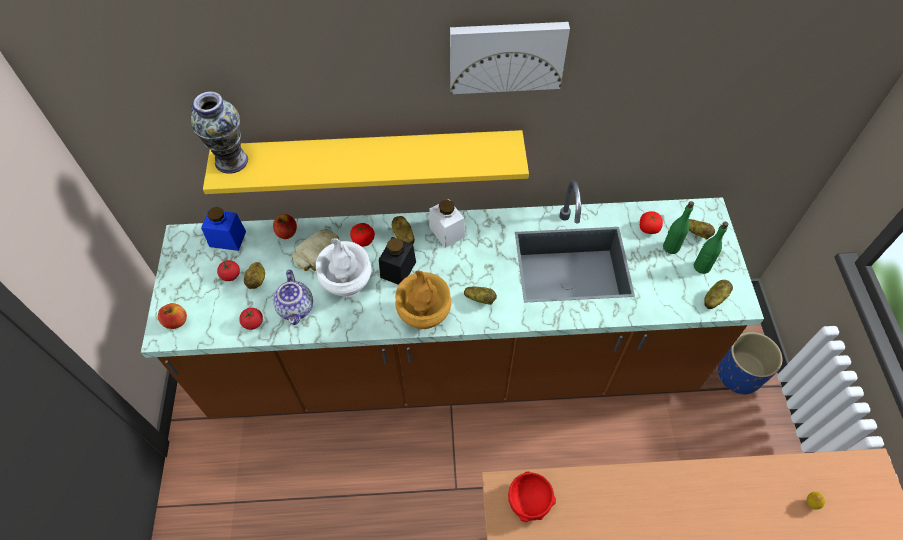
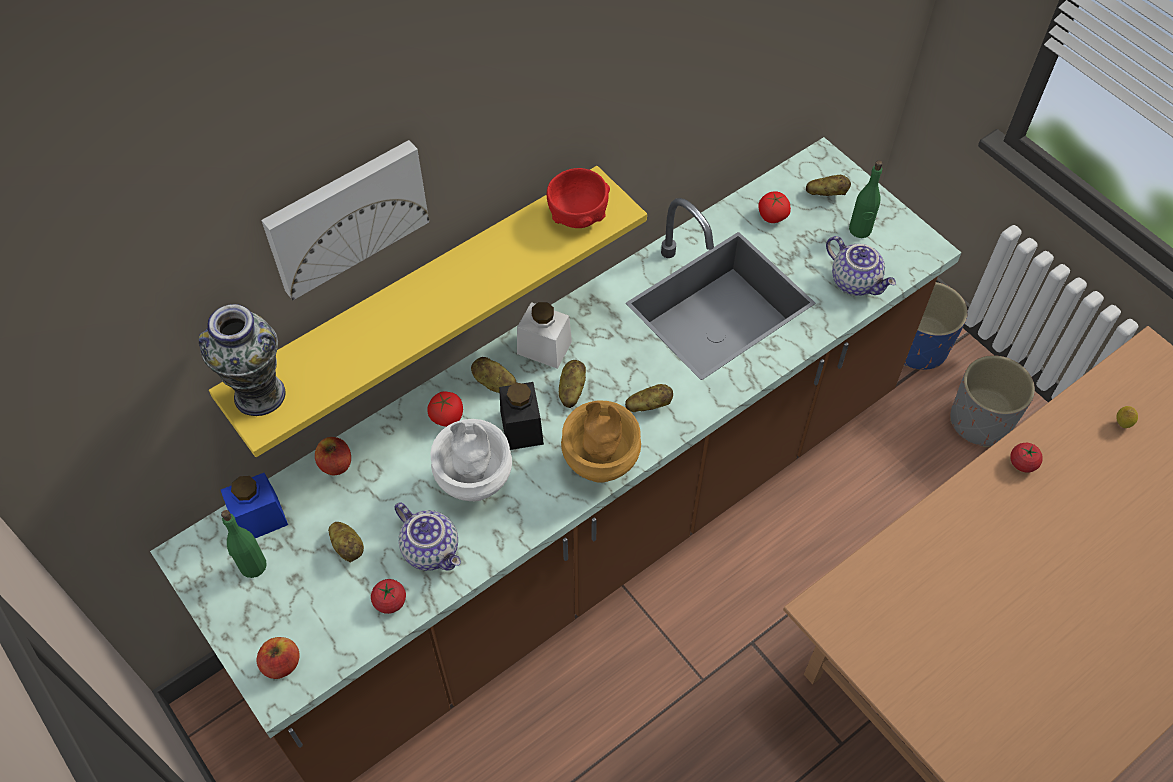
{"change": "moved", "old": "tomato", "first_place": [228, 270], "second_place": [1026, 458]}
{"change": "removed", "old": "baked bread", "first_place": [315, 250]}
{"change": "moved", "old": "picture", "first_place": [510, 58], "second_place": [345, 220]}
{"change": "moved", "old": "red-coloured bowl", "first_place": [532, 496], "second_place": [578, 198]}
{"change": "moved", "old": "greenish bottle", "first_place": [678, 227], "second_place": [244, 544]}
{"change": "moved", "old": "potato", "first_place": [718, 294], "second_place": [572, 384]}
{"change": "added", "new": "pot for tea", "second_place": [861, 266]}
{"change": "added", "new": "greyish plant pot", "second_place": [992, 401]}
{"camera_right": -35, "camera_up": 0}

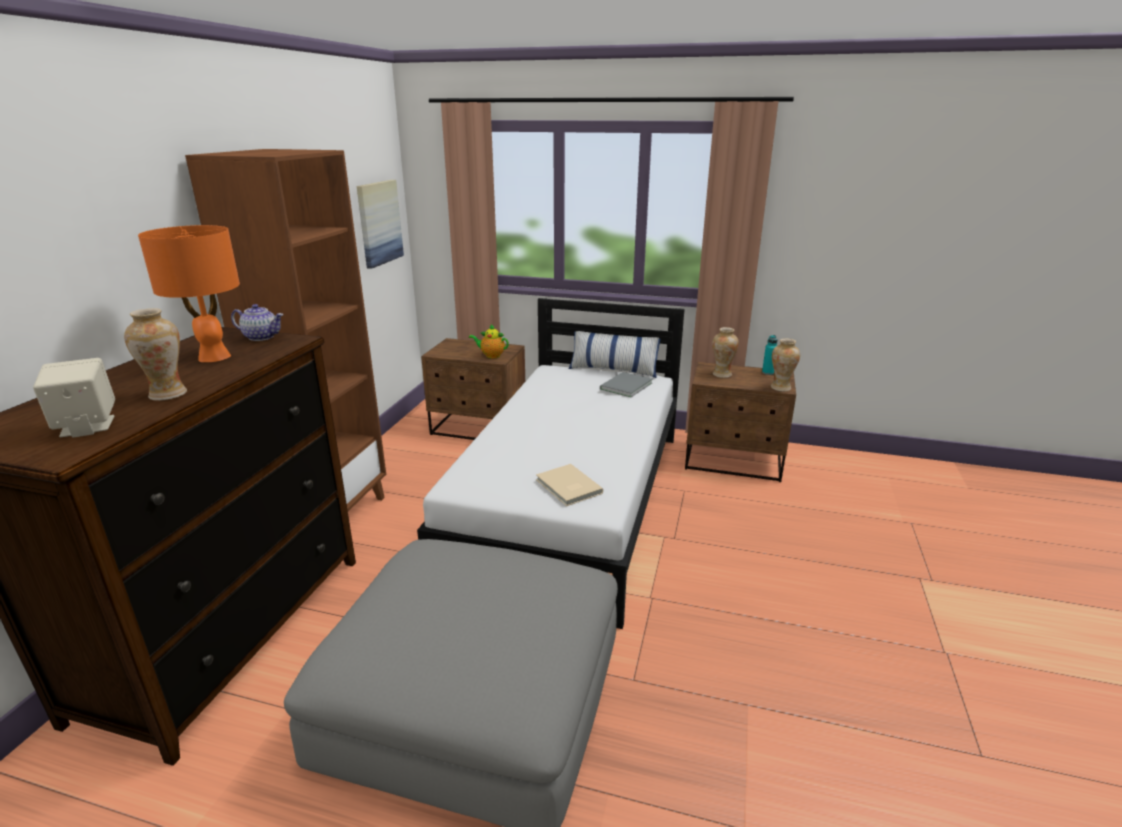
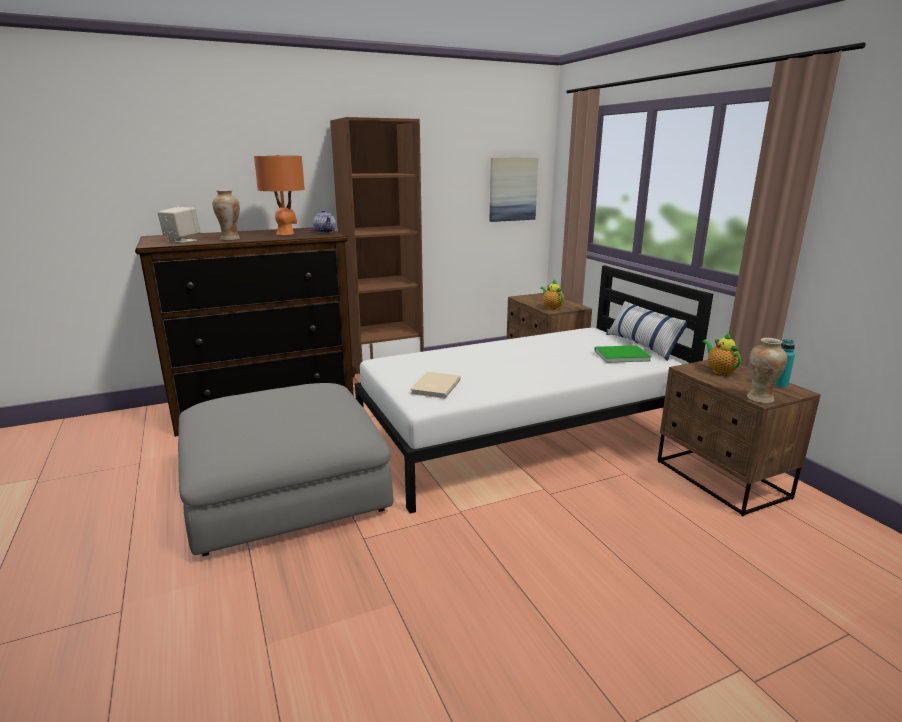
{"change": "recoloured", "old": "greyish bound book", "new": "greenish bound book", "first_place": [626, 384], "second_place": [623, 354]}
{"change": "replaced", "old": "decorative vase", "new": "pot for tea", "first_place": [725, 352], "second_place": [721, 354]}
{"camera_right": 50, "camera_up": -5}

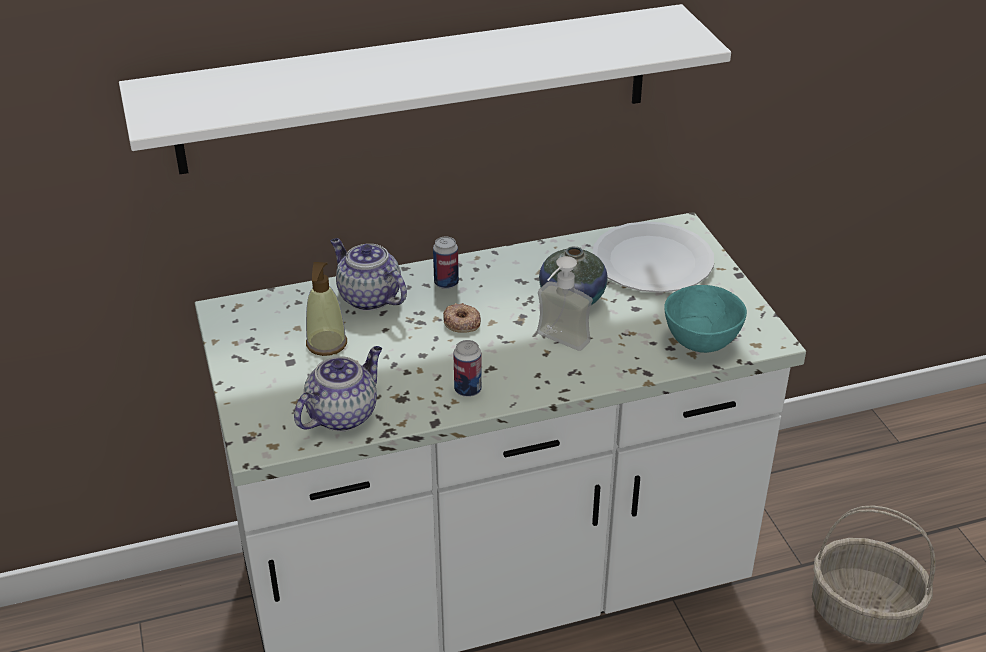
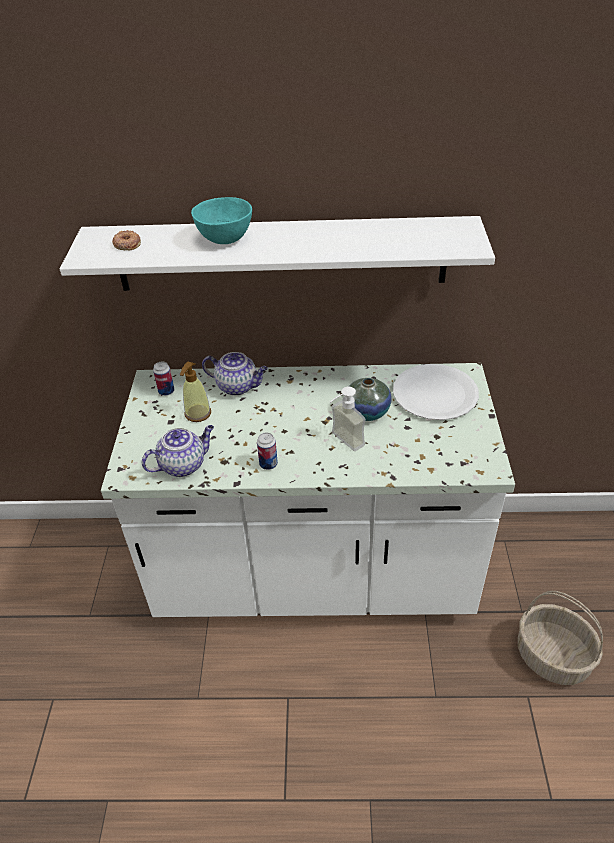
{"change": "turned", "old": "pot for tea", "first_place": [368, 274], "second_place": [235, 374], "degrees": 135}
{"change": "moved", "old": "metal can", "first_place": [446, 263], "second_place": [163, 379]}
{"change": "moved", "old": "doughnut", "first_place": [462, 318], "second_place": [126, 240]}
{"change": "moved", "old": "blue-green bowl", "first_place": [705, 319], "second_place": [221, 220]}
{"camera_right": 20, "camera_up": 5}

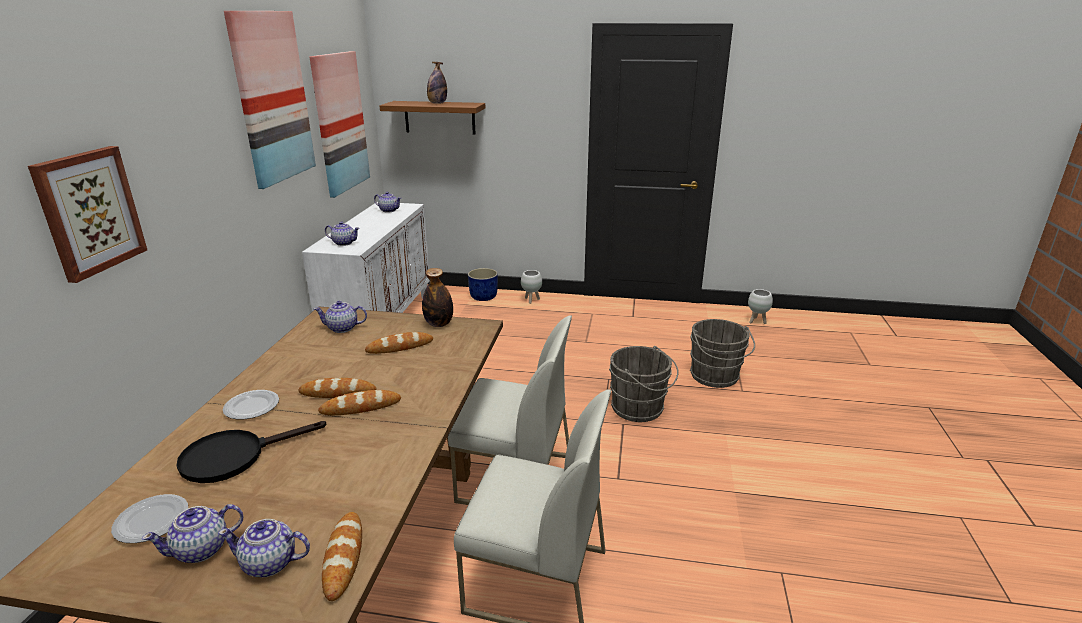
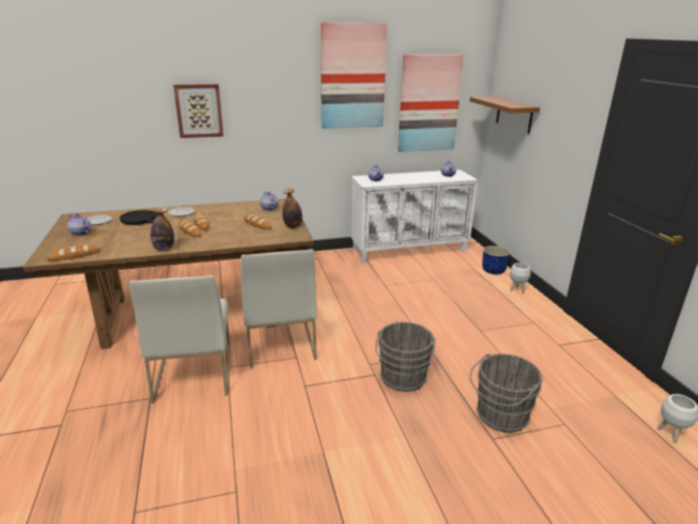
{"change": "removed", "old": "pot for tea", "first_place": [264, 548]}
{"change": "moved", "old": "bottle", "first_place": [437, 83], "second_place": [162, 229]}
{"camera_right": 65, "camera_up": 0}

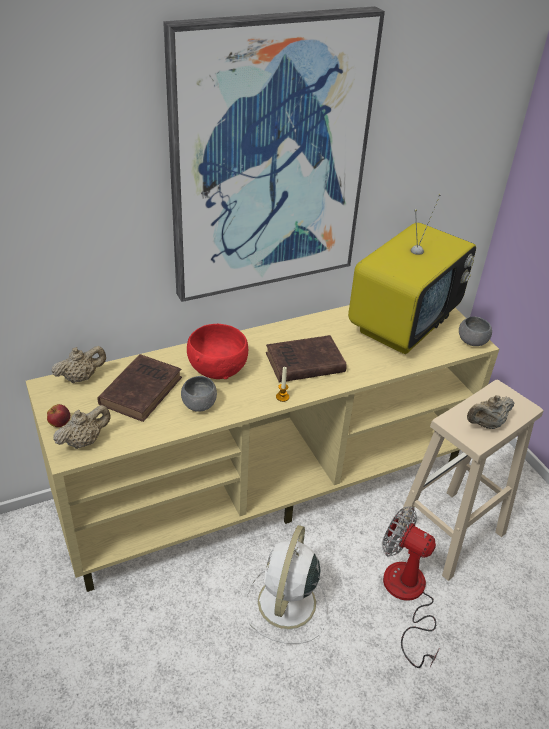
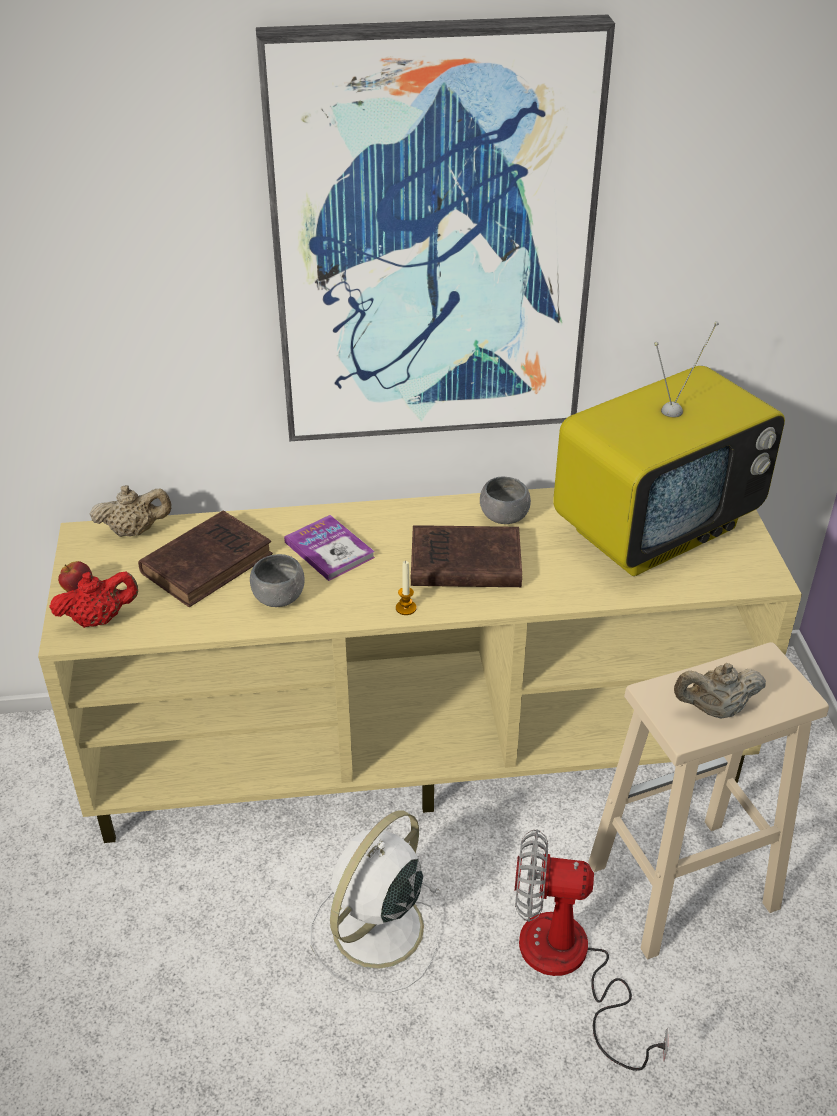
{"change": "recoloured", "old": "sand-coloured pot for tea", "new": "red-coloured pot for tea", "first_place": [82, 427], "second_place": [93, 599]}
{"change": "replaced", "old": "red-coloured bowl", "new": "bound book", "first_place": [217, 351], "second_place": [329, 548]}
{"change": "turned", "old": "cooling fan", "first_place": [410, 587], "second_place": [591, 950], "degrees": -45}
{"change": "moved", "old": "greyish bowl", "first_place": [475, 331], "second_place": [505, 500]}
{"camera_right": 20, "camera_up": 0}

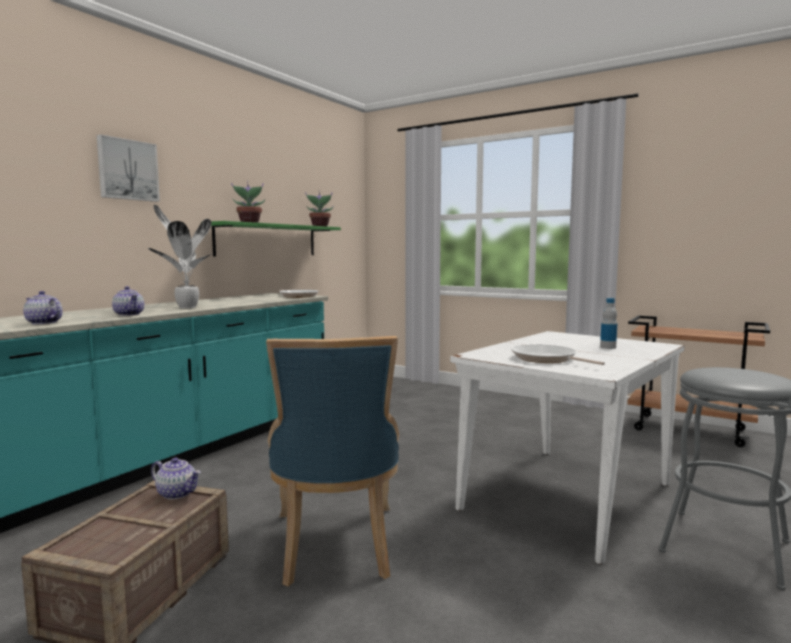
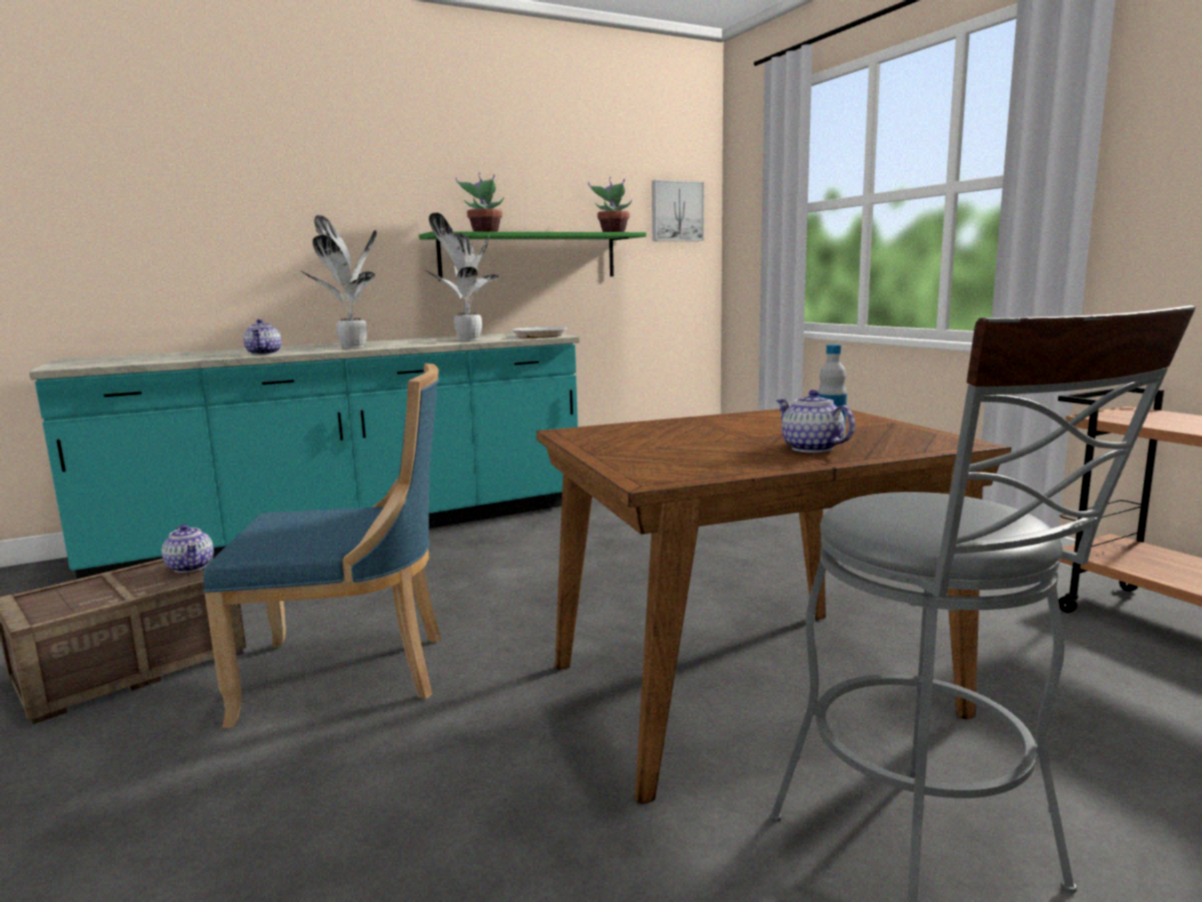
{"change": "moved", "old": "pot for tea", "first_place": [43, 307], "second_place": [815, 421]}
{"change": "moved", "old": "picture", "first_place": [128, 168], "second_place": [678, 210]}
{"change": "turned", "old": "bluish upright chair", "first_place": [332, 461], "second_place": [322, 545], "degrees": -120}
{"change": "recoloured", "old": "white dinner table", "new": "brown-coloured dinner table", "first_place": [567, 448], "second_place": [773, 606]}
{"change": "removed", "old": "frying pan", "first_place": [558, 355]}
{"change": "added", "new": "houseplant", "second_place": [462, 277]}
{"camera_right": 30, "camera_up": 5}

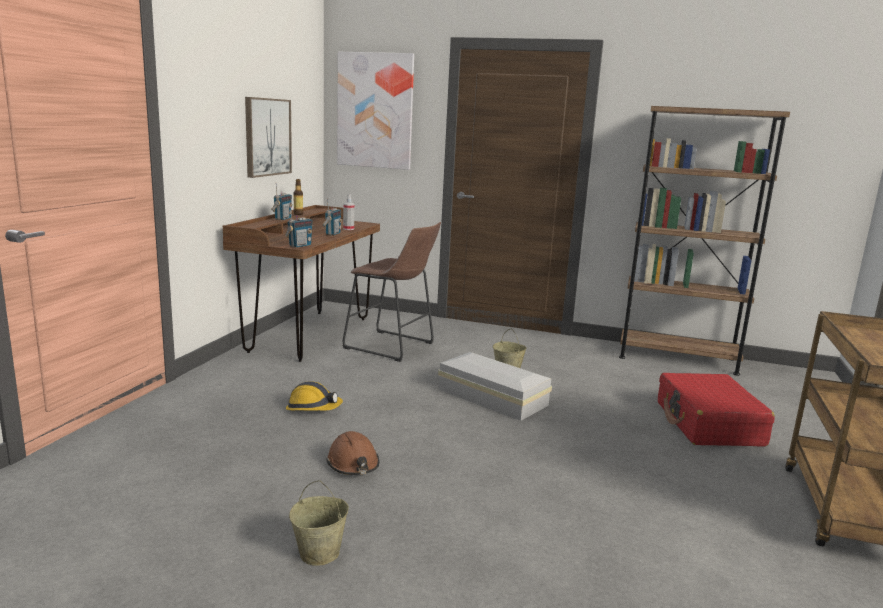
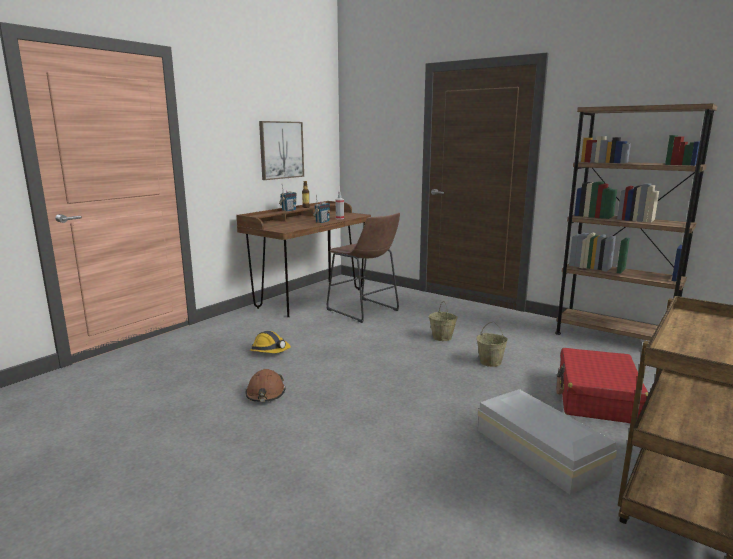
{"change": "removed", "old": "radio", "first_place": [299, 226]}
{"change": "moved", "old": "sand-coloured bucket", "first_place": [319, 523], "second_place": [492, 344]}
{"change": "removed", "old": "picture", "first_place": [375, 111]}
{"change": "moved", "old": "white storage container", "first_place": [495, 386], "second_place": [547, 442]}
{"camera_right": 20, "camera_up": 0}

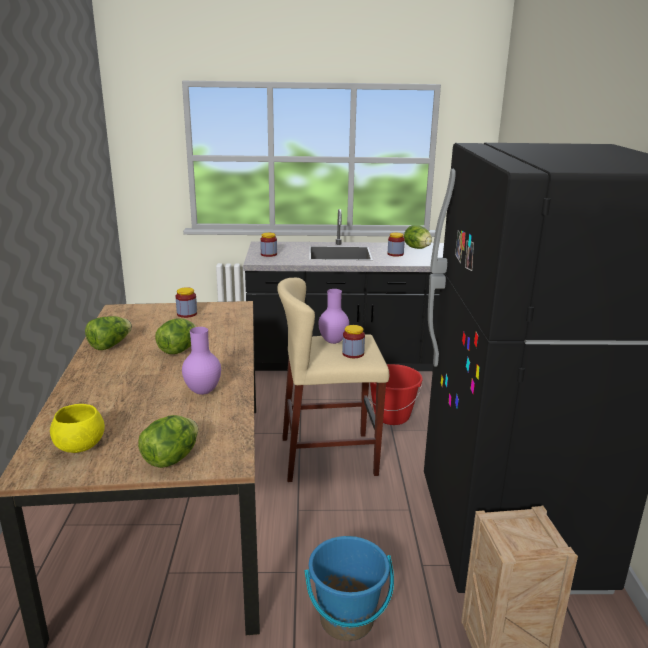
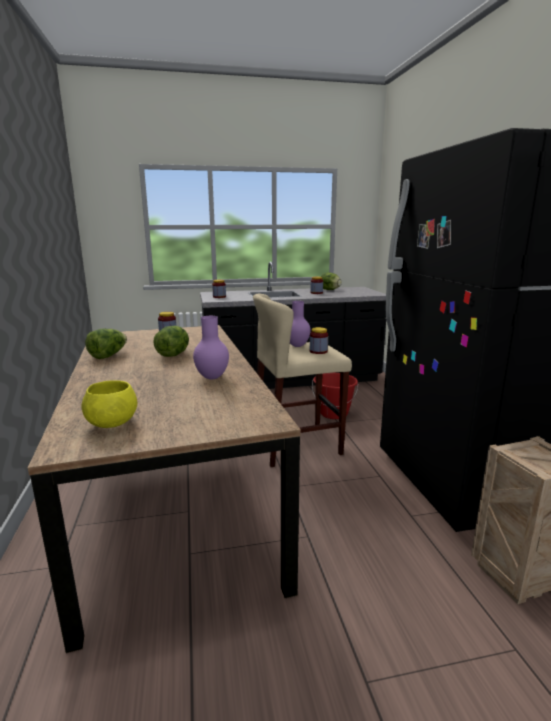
{"change": "removed", "old": "head of lettuce", "first_place": [168, 441]}
{"change": "removed", "old": "bluish bucket", "first_place": [349, 588]}
{"camera_right": -10, "camera_up": -5}

